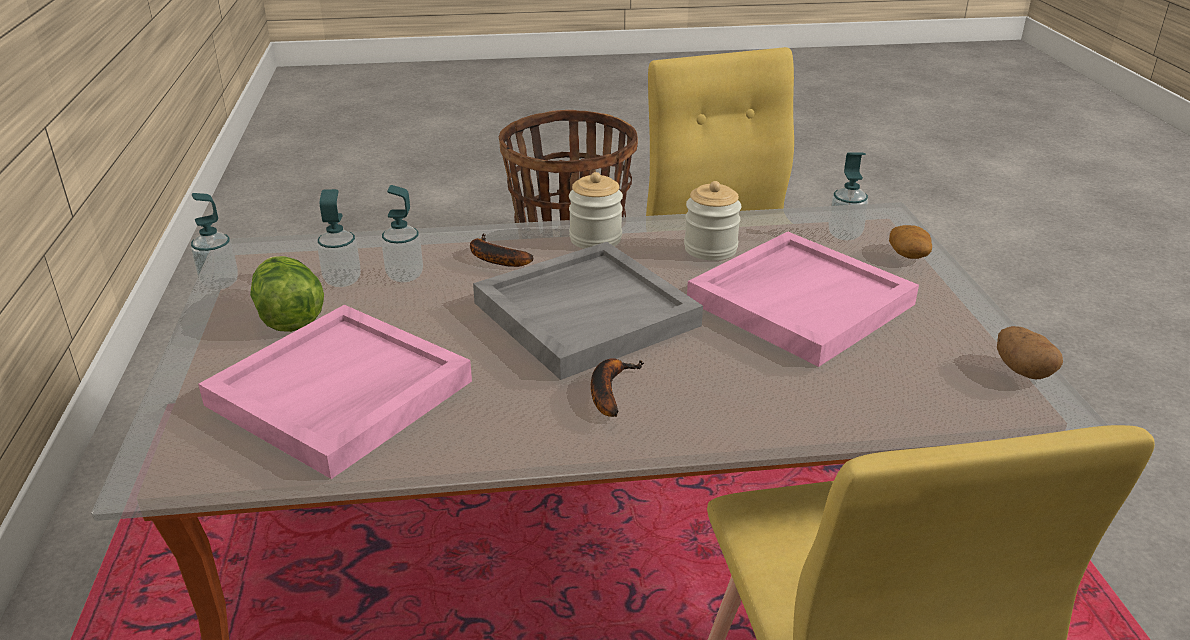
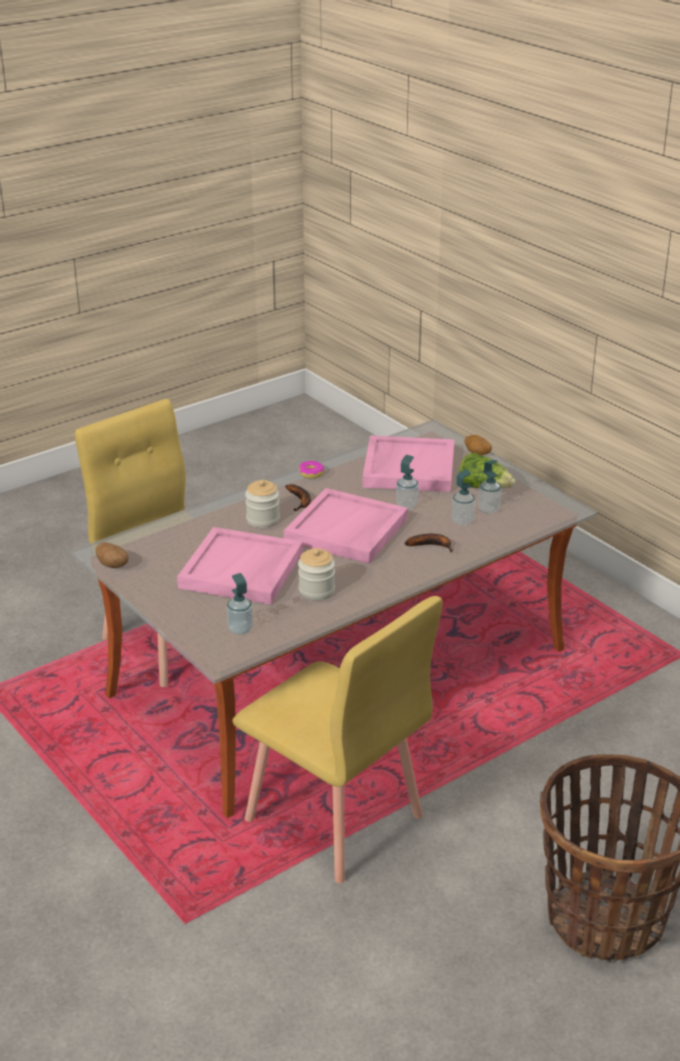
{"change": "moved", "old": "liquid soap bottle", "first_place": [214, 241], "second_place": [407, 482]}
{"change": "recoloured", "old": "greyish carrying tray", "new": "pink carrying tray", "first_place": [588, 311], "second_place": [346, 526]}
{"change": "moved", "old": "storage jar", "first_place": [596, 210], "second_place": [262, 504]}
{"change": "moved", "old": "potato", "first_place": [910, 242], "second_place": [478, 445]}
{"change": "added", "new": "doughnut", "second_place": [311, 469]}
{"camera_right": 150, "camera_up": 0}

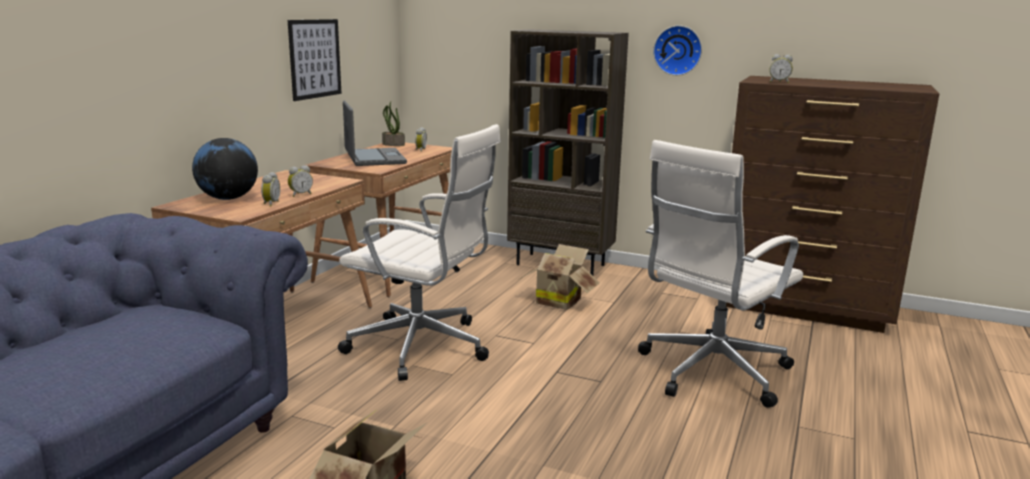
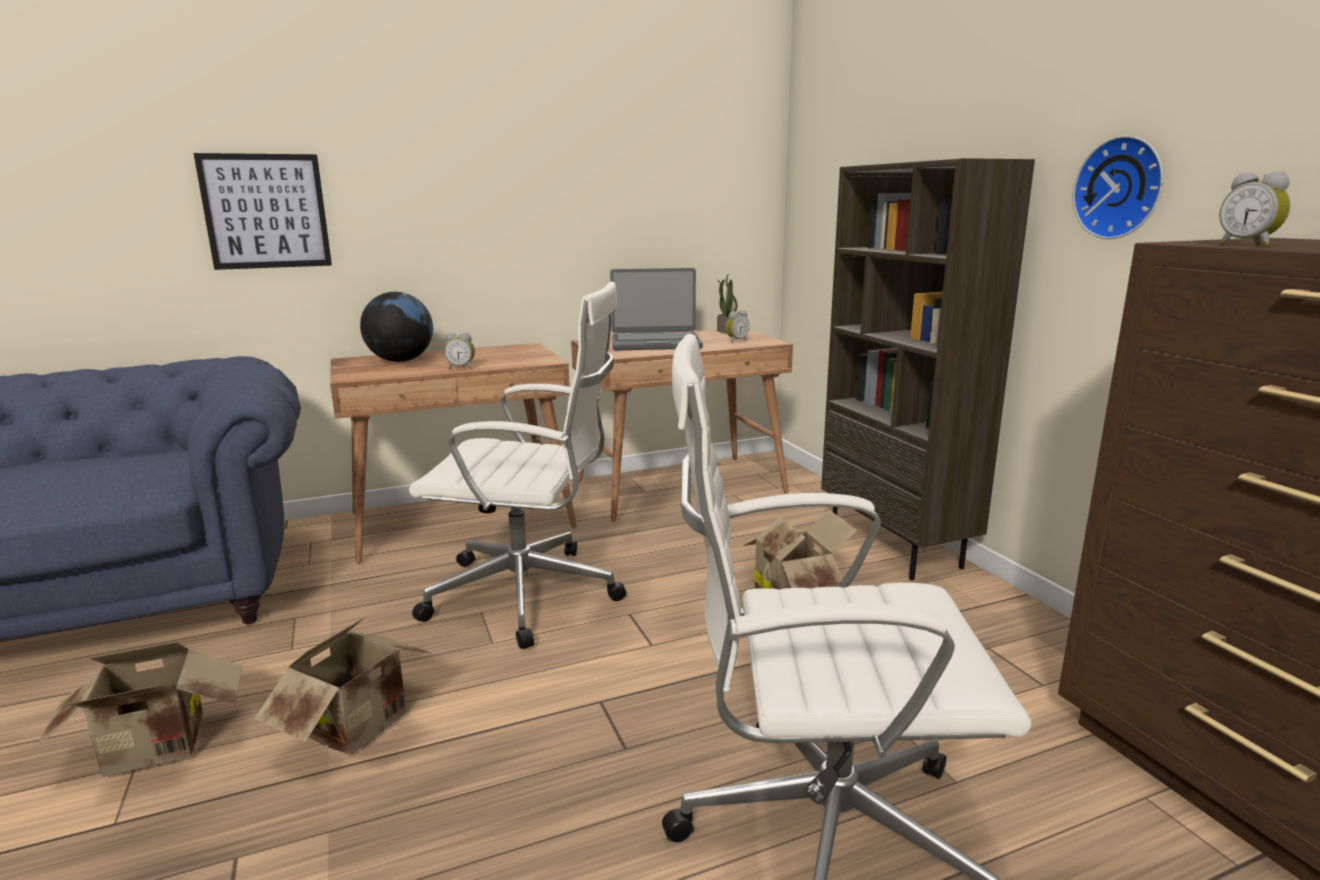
{"change": "removed", "old": "alarm clock", "first_place": [270, 189]}
{"change": "moved", "old": "picture", "first_place": [314, 60], "second_place": [263, 211]}
{"change": "turned", "old": "white desk chair", "first_place": [419, 252], "second_place": [517, 465], "degrees": -60}
{"change": "turned", "old": "notebook computer", "first_place": [375, 133], "second_place": [656, 309], "degrees": 60}
{"change": "added", "new": "packing box", "second_place": [342, 686]}
{"camera_right": 45, "camera_up": 0}

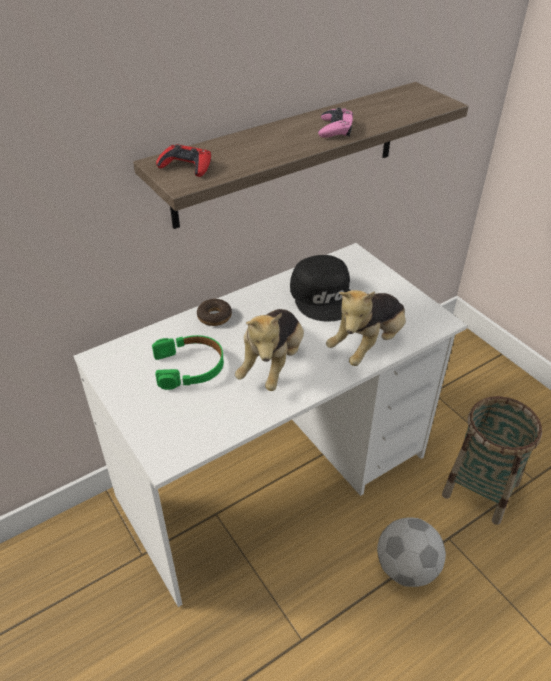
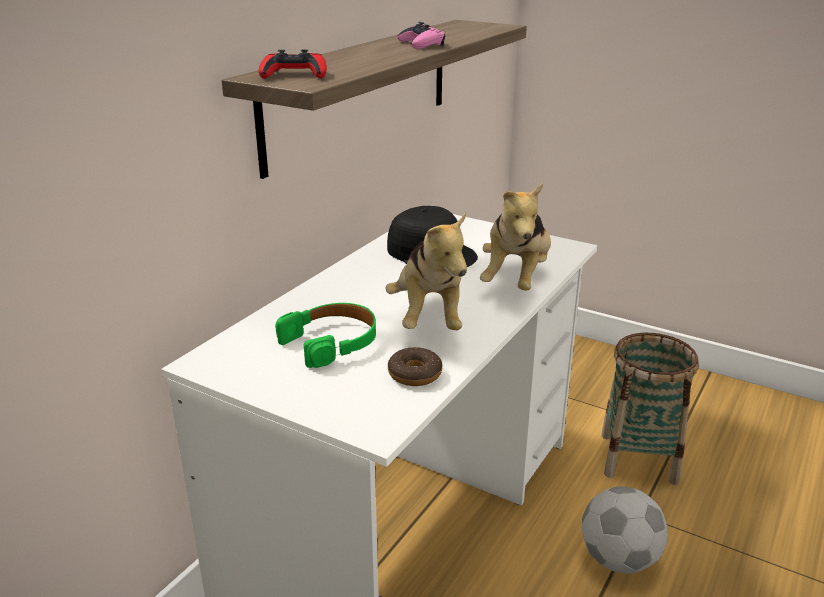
{"change": "moved", "old": "doughnut", "first_place": [214, 312], "second_place": [415, 366]}
{"camera_right": -25, "camera_up": -15}

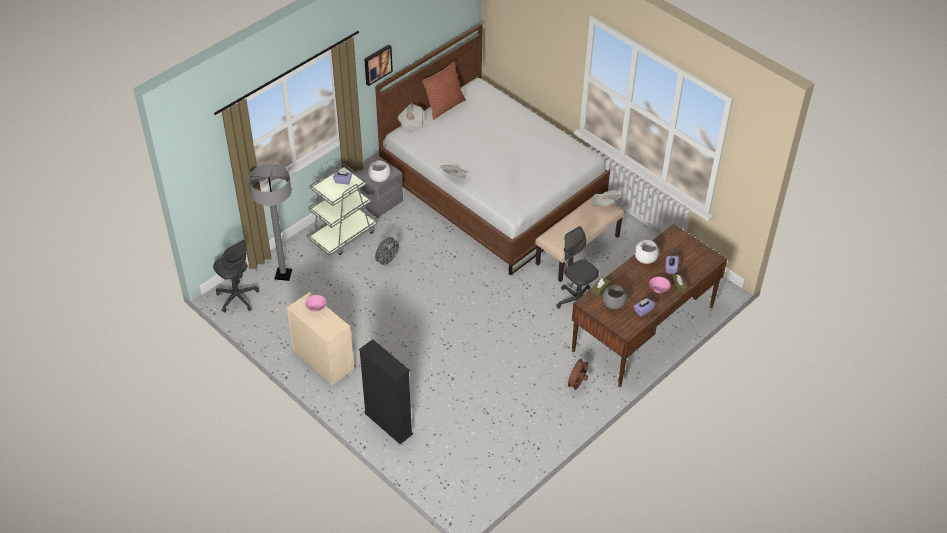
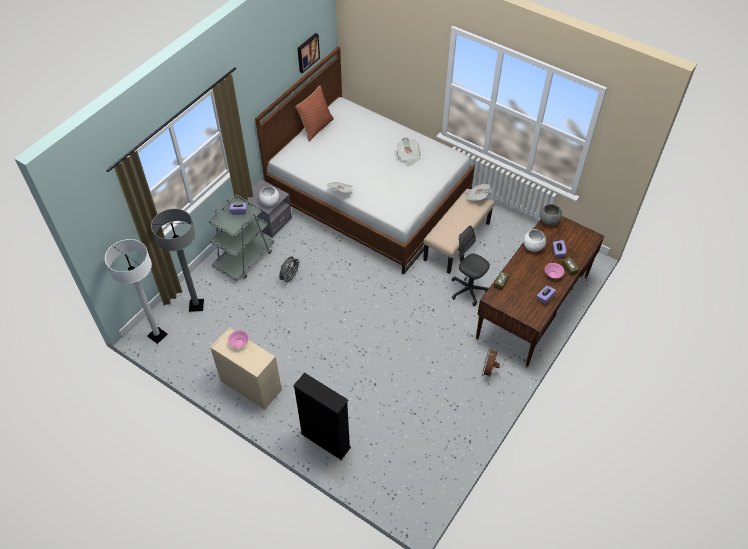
{"change": "replaced", "old": "greyish desk chair", "new": "white standard lamp", "first_place": [236, 276], "second_place": [136, 291]}
{"change": "moved", "old": "picture", "first_place": [378, 65], "second_place": [309, 53]}
{"change": "moved", "old": "printed paper", "first_place": [411, 118], "second_place": [409, 151]}
{"change": "moved", "old": "greyish bowl", "first_place": [614, 297], "second_place": [551, 215]}
{"camera_right": -10, "camera_up": 5}

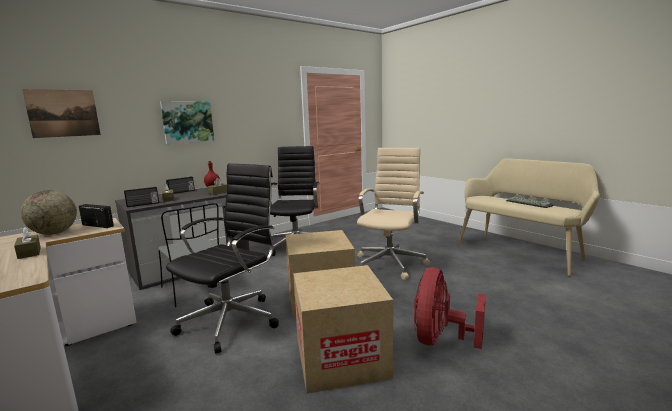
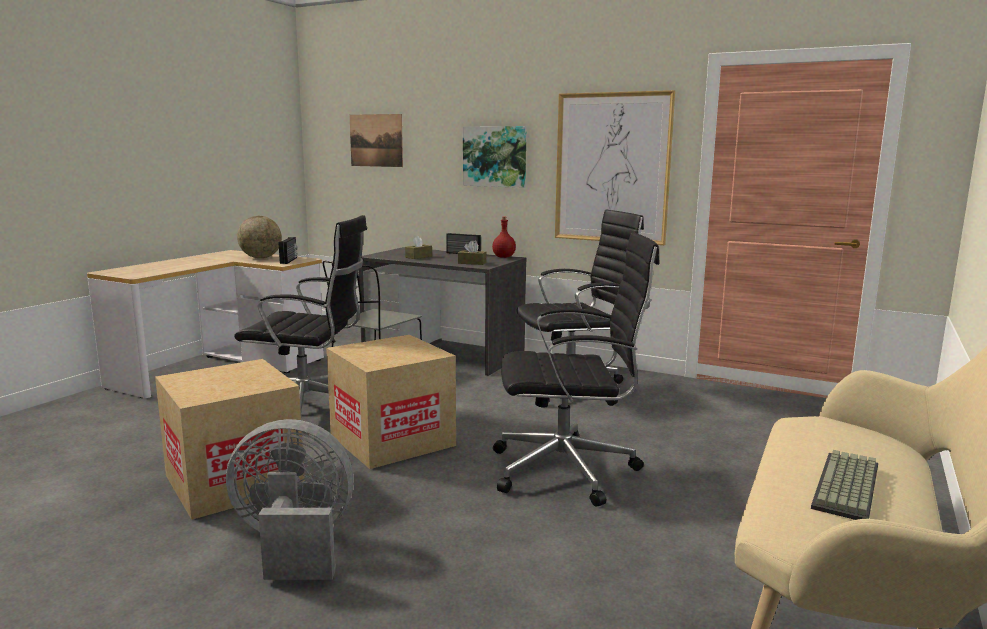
{"change": "removed", "old": "brown-coloured tissue holder", "first_place": [27, 243]}
{"change": "removed", "old": "radio", "first_place": [141, 197]}
{"change": "recoloured", "old": "sand-coloured desk chair", "new": "blackish desk chair", "first_place": [393, 214], "second_place": [576, 369]}
{"change": "recoloured", "old": "red-coloured cooling fan", "new": "greyish cooling fan", "first_place": [450, 308], "second_place": [289, 499]}
{"change": "added", "new": "picture", "second_place": [615, 167]}
{"camera_right": 65, "camera_up": 0}

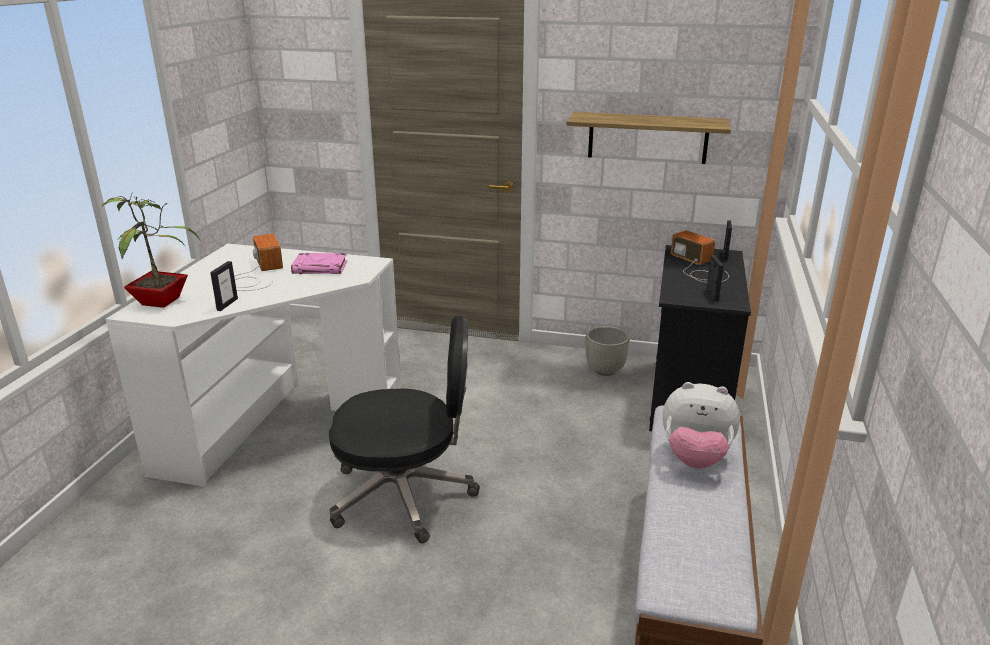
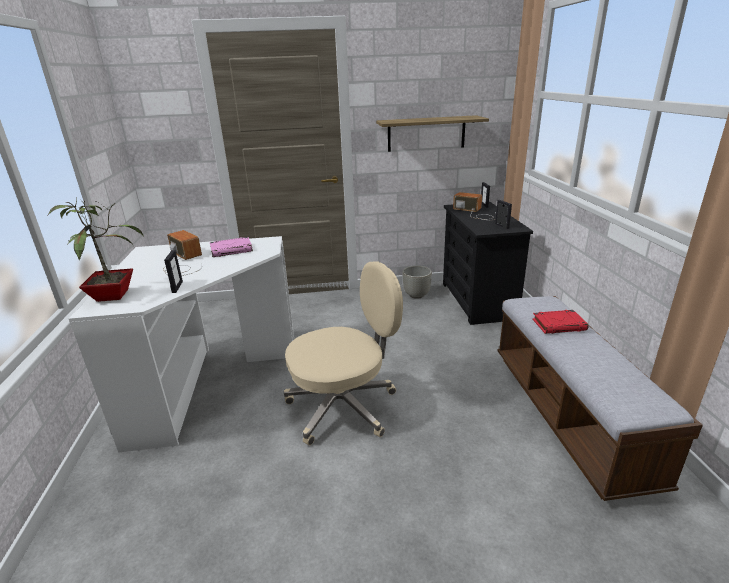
{"change": "recoloured", "old": "blackish desk chair", "new": "sand-coloured desk chair", "first_place": [404, 429], "second_place": [343, 353]}
{"change": "replaced", "old": "cuddly toy", "new": "red-coloured bound book", "first_place": [701, 425], "second_place": [560, 322]}
{"camera_right": -20, "camera_up": 0}

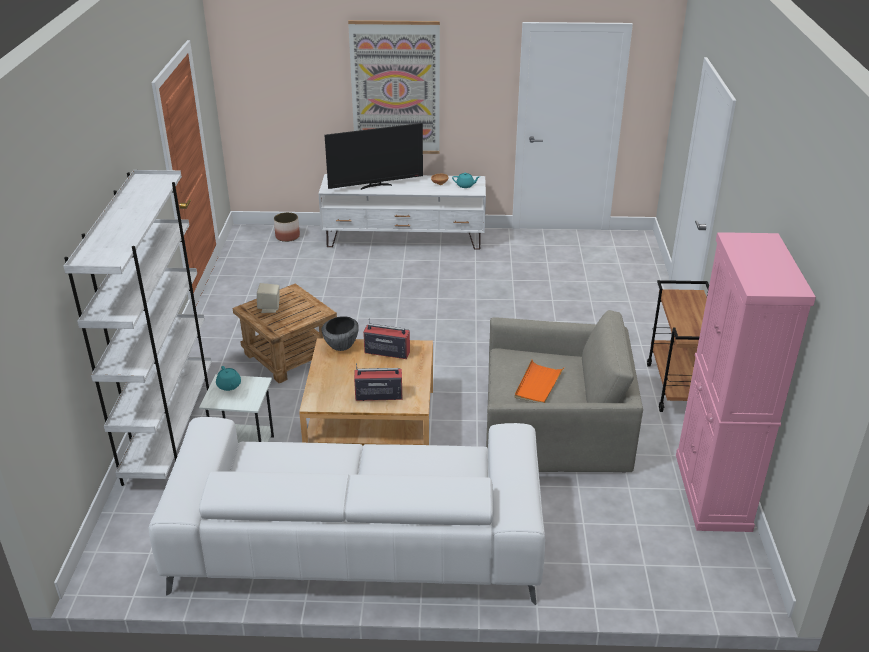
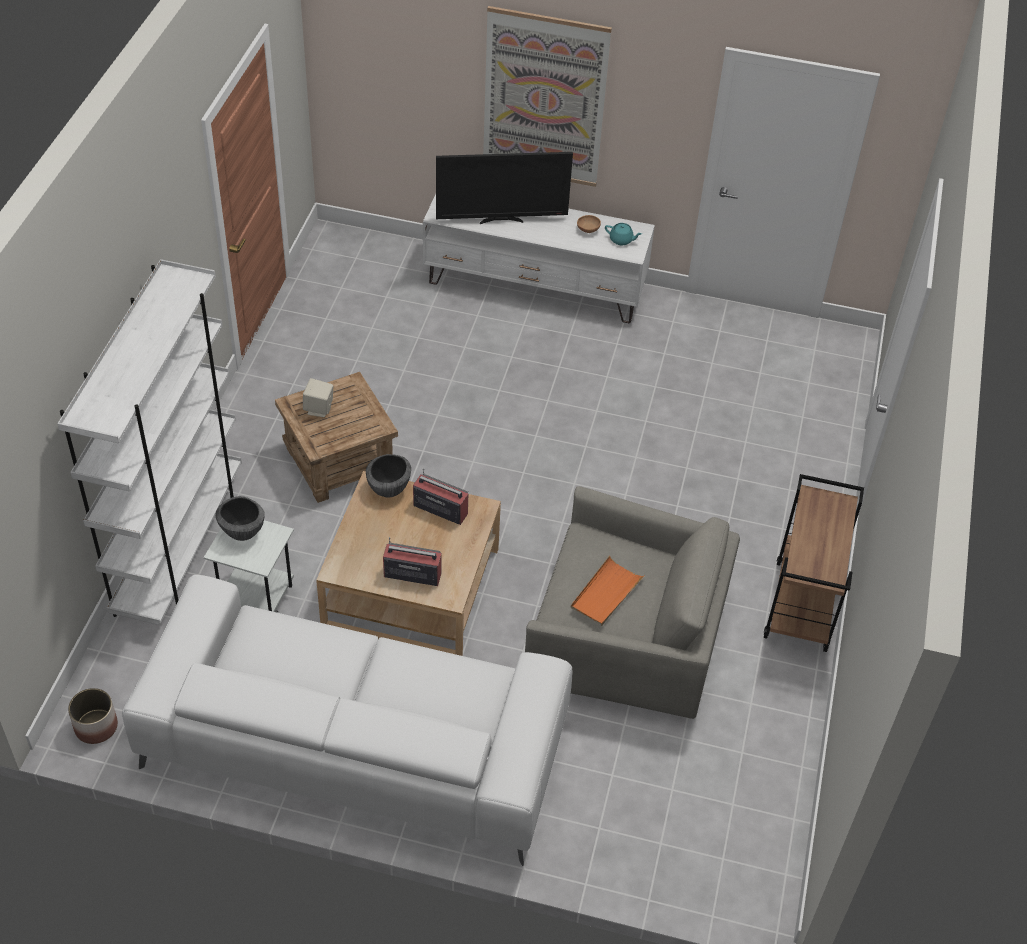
{"change": "replaced", "old": "blue-green pot for tea", "new": "bowl", "first_place": [228, 378], "second_place": [240, 518]}
{"change": "moved", "old": "plant pot", "first_place": [287, 227], "second_place": [93, 716]}
{"change": "removed", "old": "pink cupboard", "first_place": [746, 382]}
{"camera_right": 10, "camera_up": 15}

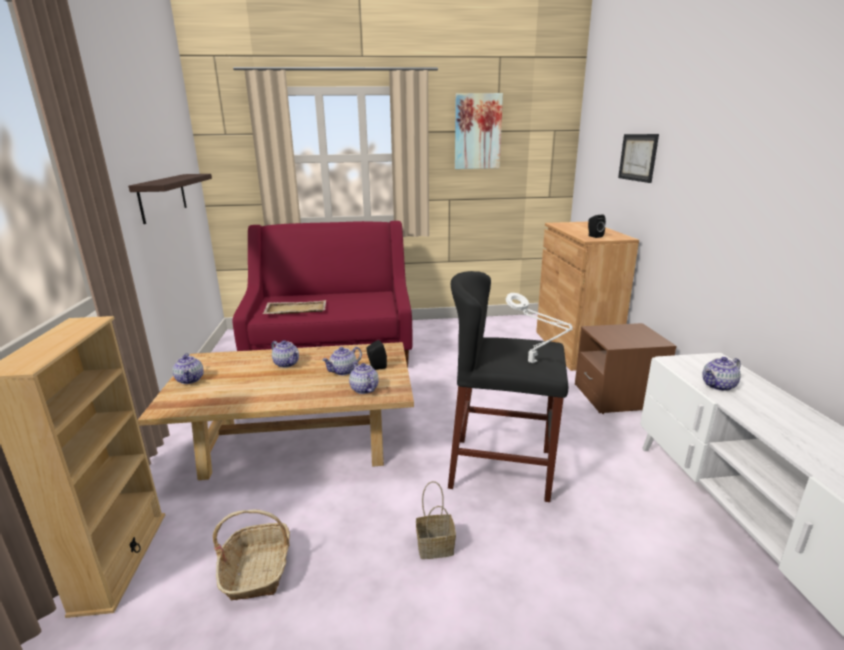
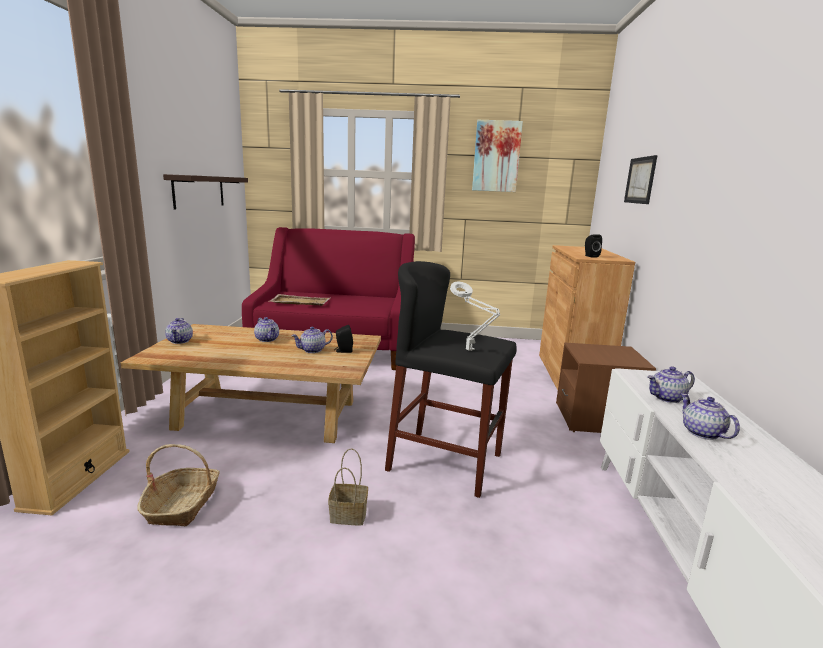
{"change": "moved", "old": "pot for tea", "first_place": [364, 377], "second_place": [710, 416]}
{"camera_right": 10, "camera_up": -5}

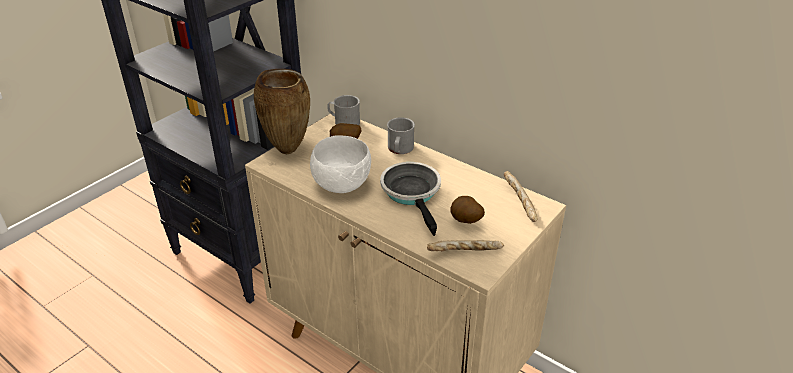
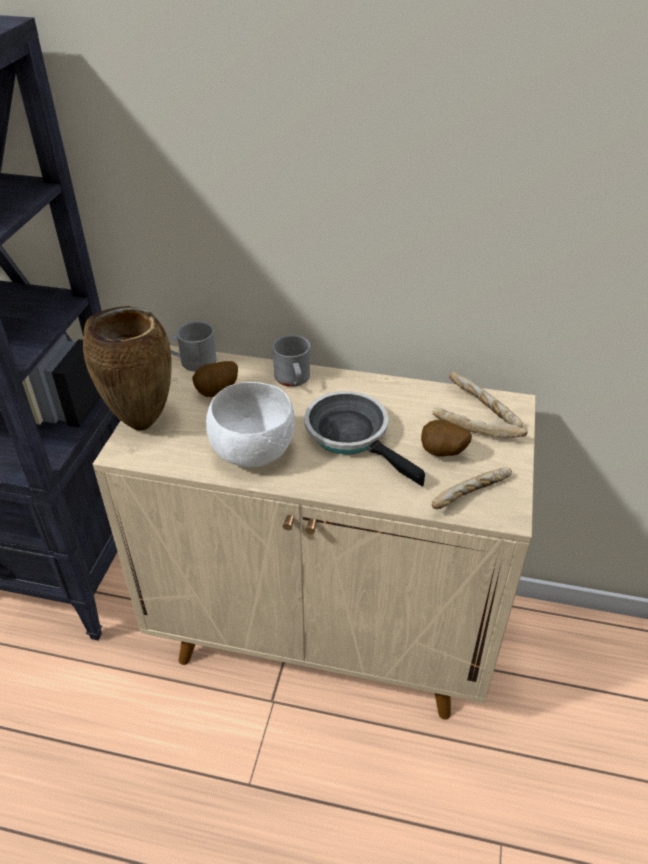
{"change": "added", "new": "baked bread", "second_place": [480, 423]}
{"camera_right": -25, "camera_up": 5}

